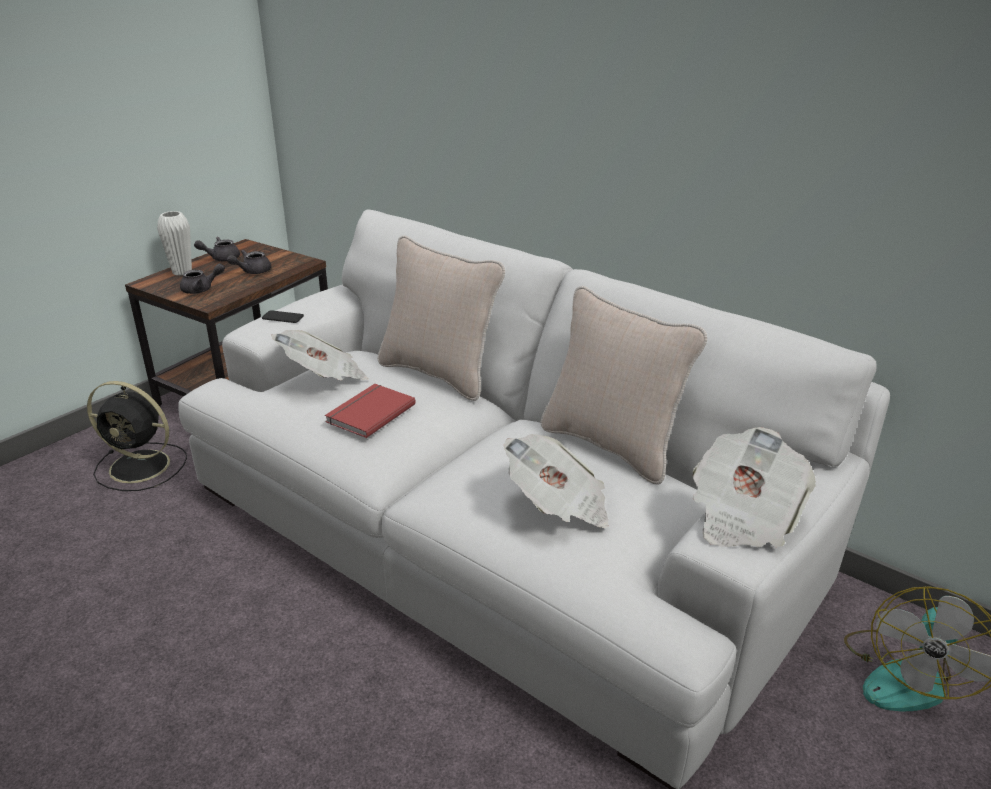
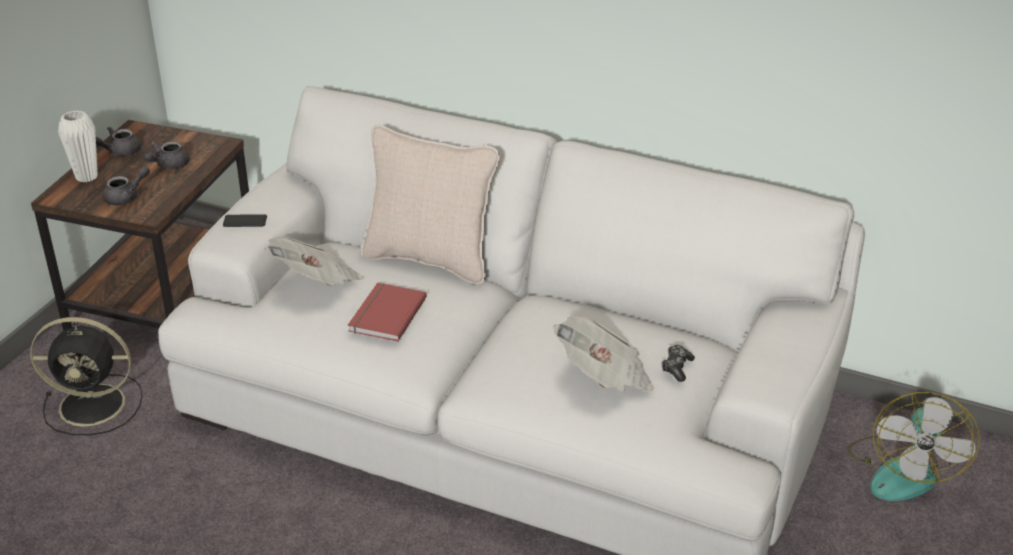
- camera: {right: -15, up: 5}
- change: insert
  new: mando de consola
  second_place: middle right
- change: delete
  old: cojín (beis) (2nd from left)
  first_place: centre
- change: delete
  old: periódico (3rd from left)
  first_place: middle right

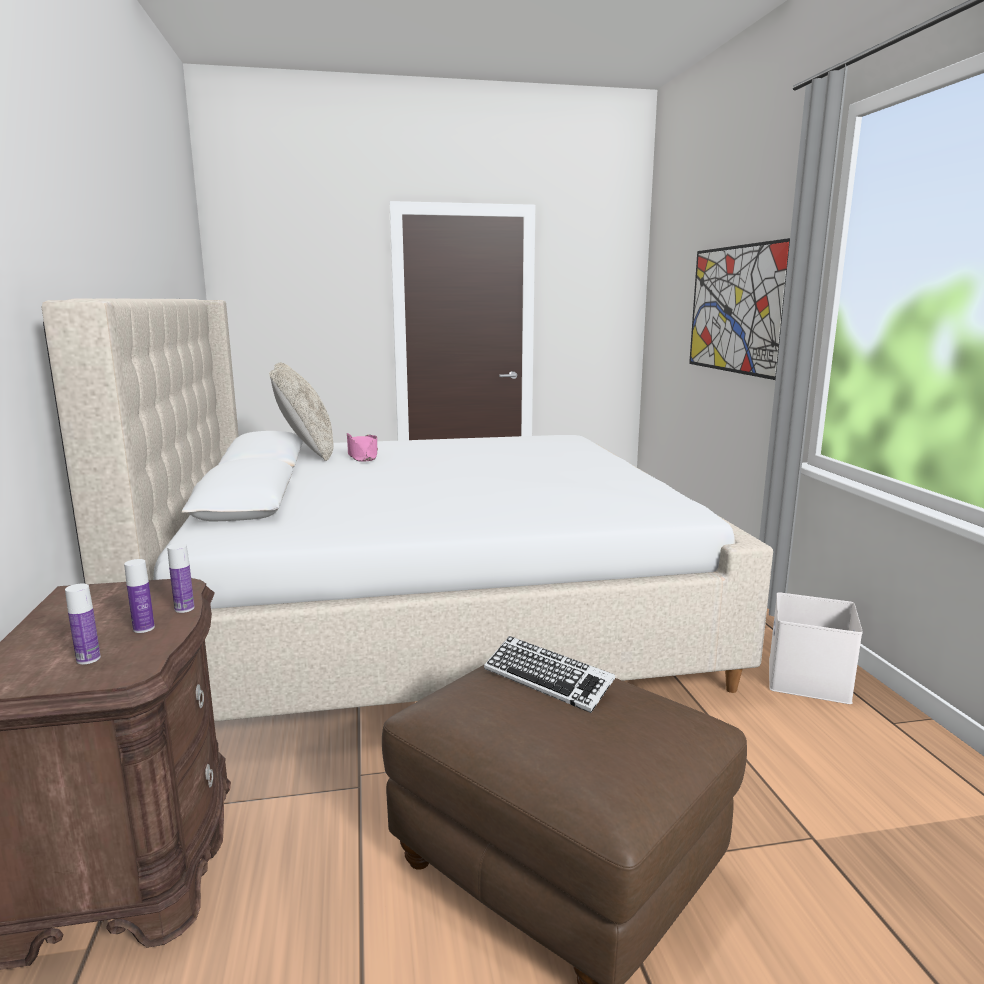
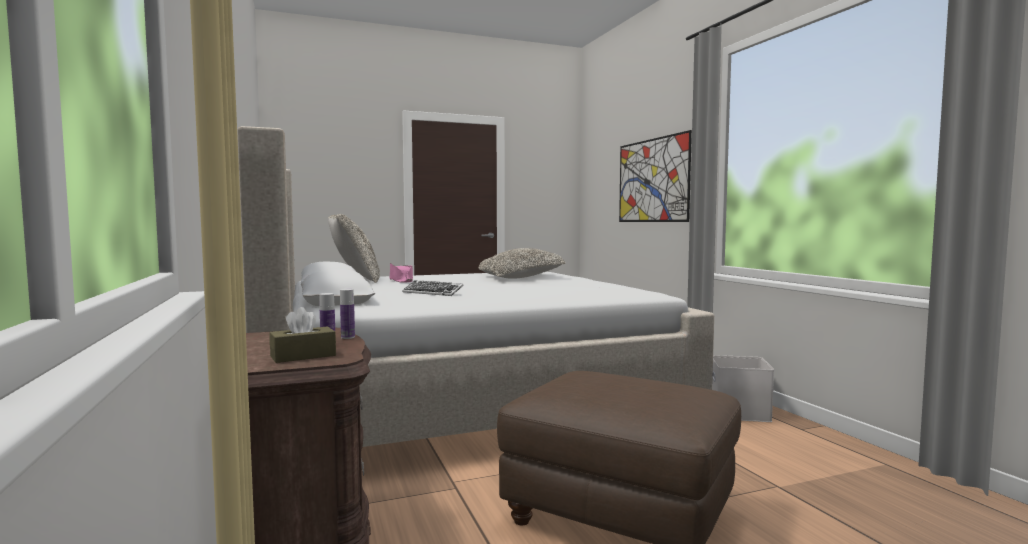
- camera: {right: -10, up: -10}
- change: replace
  old: botella (1st from left)
  new: caja de pañuelos (marrón)
  first_place: middle left
  second_place: middle left
- change: move
  old: teclado
  first_place: bottom centre
  second_place: centre
- change: insert
  new: cojín (beis) (2nd from left)
  second_place: centre

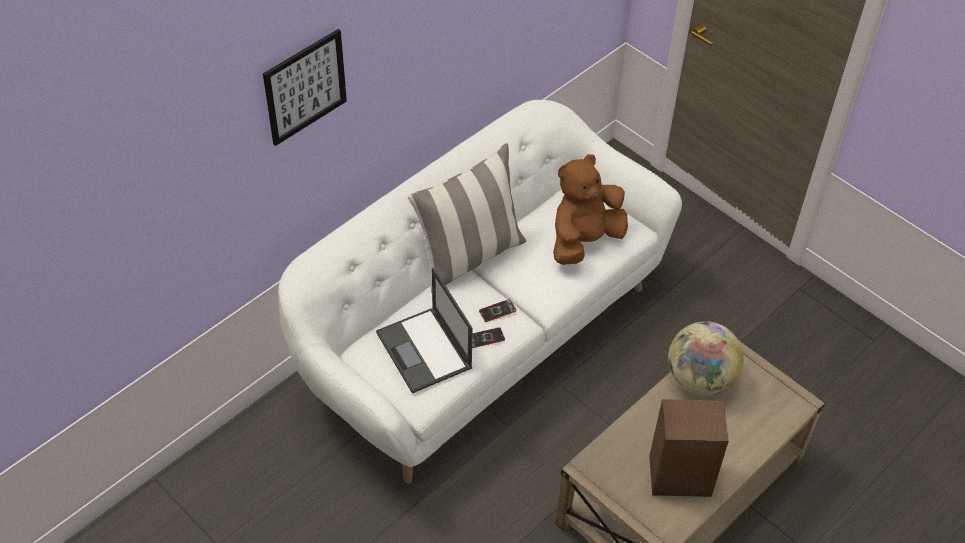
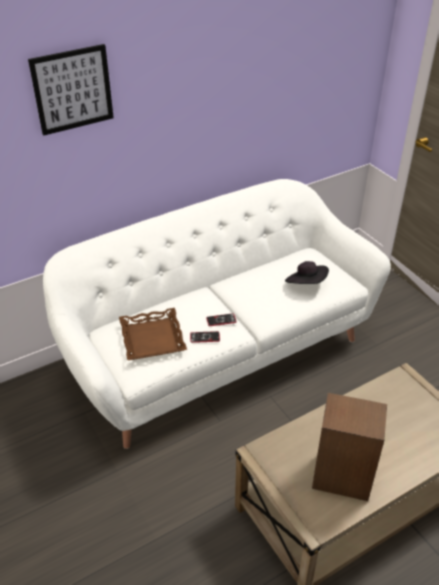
- camera: {right: 15, up: -10}
- change: replace
  old: portátil
  new: bandeja (marrón)
  first_place: centre
  second_place: centre
- change: replace
  old: peluche (marrón)
  new: sombrero (negro)
  first_place: centre
  second_place: middle right
- change: delete
  old: cojín
  first_place: centre
- change: delete
  old: globo terráqueo
  first_place: middle right

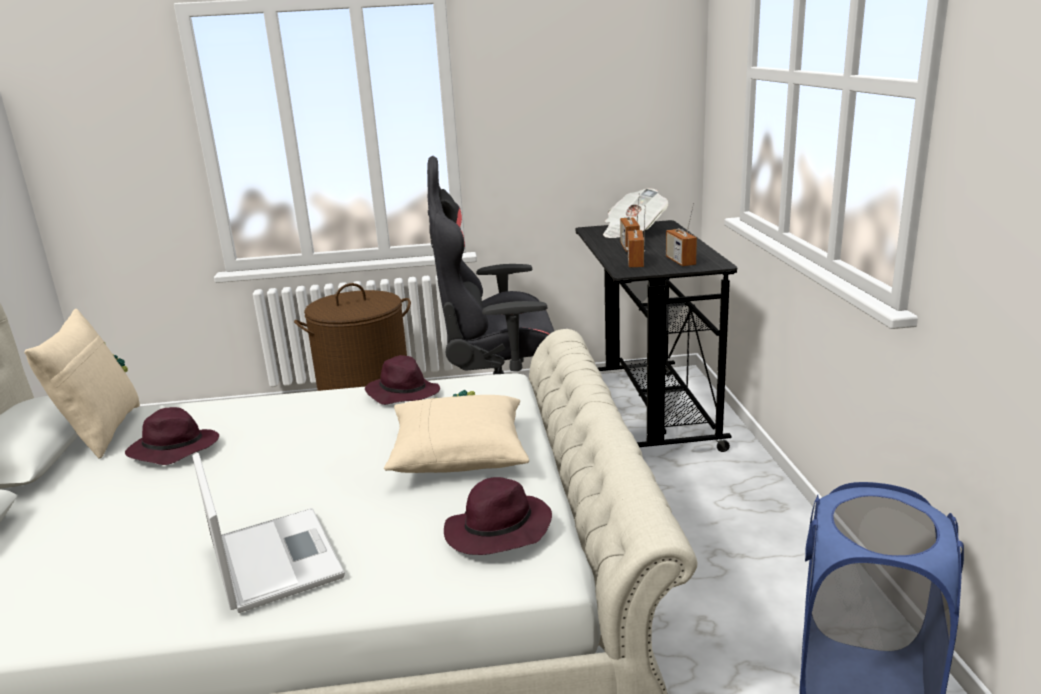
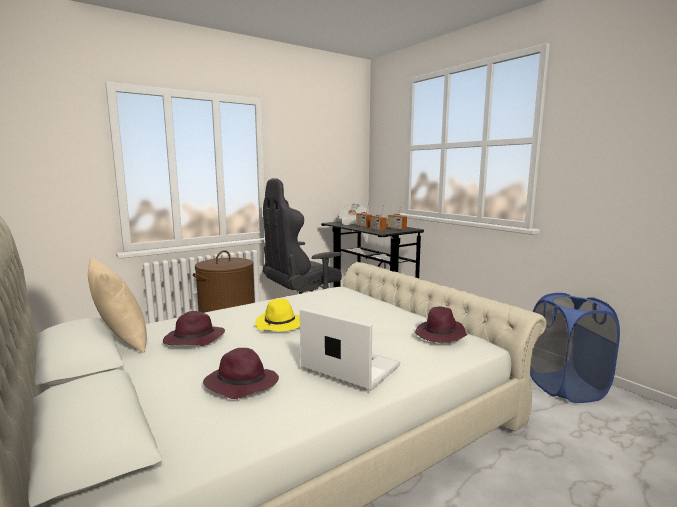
- camera: {right: -30, up: -10}
- change: move
  old: sombrero (morado) (2nd from left)
  first_place: centre
  second_place: bottom centre
- change: insert
  new: sombrero (amarillo)
  second_place: centre
- change: delete
  old: cojín (beis) (2nd from left)
  first_place: centre

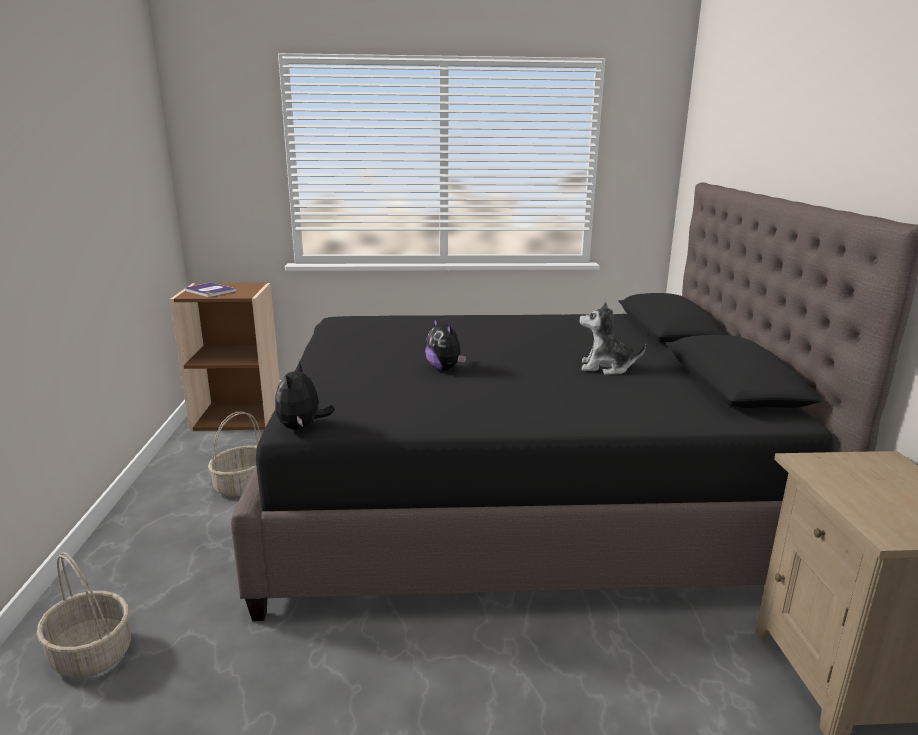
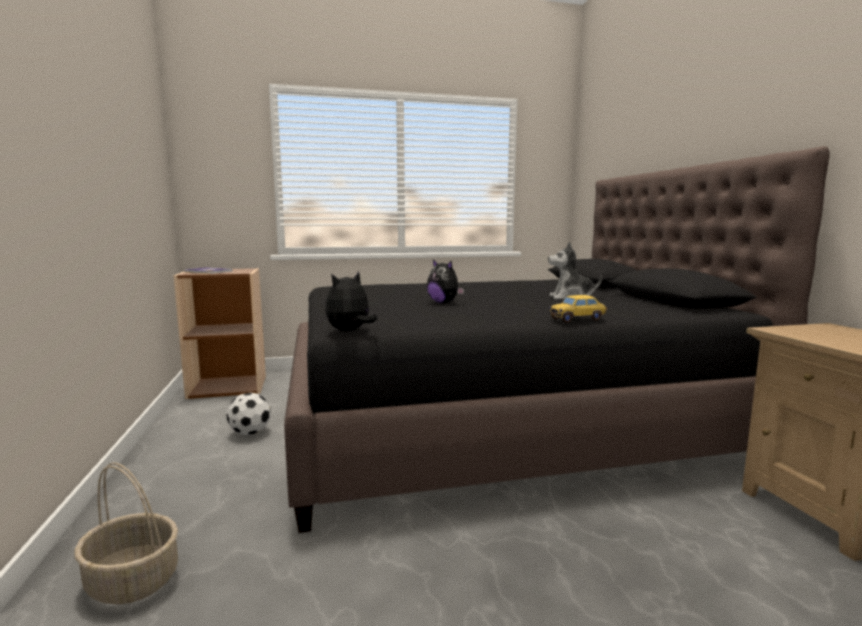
- camera: {right: -10, up: -10}
- change: replace
  old: cesta (2nd from left)
  new: balón de fútbol
  first_place: middle left
  second_place: middle left
- change: rotate
  old: peluche (1st from left)
  first_place: middle left
  second_place: centre
  degrees: 45
- change: insert
  new: coche de juguete
  second_place: middle right

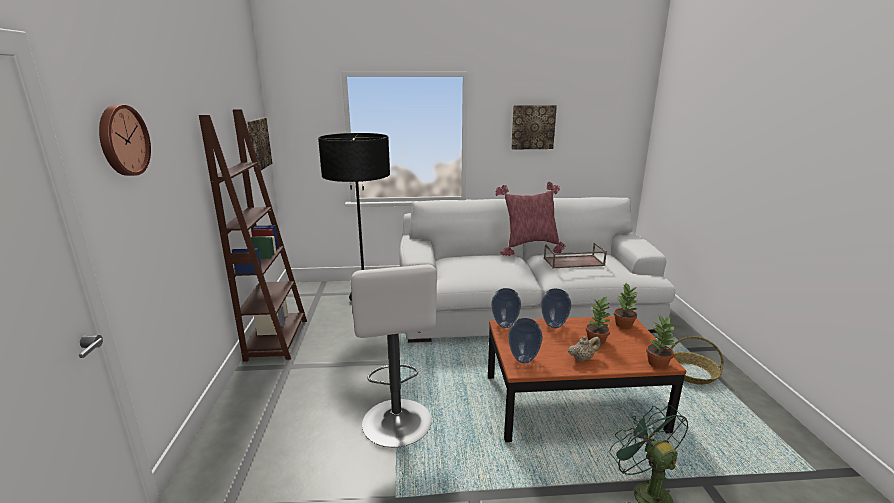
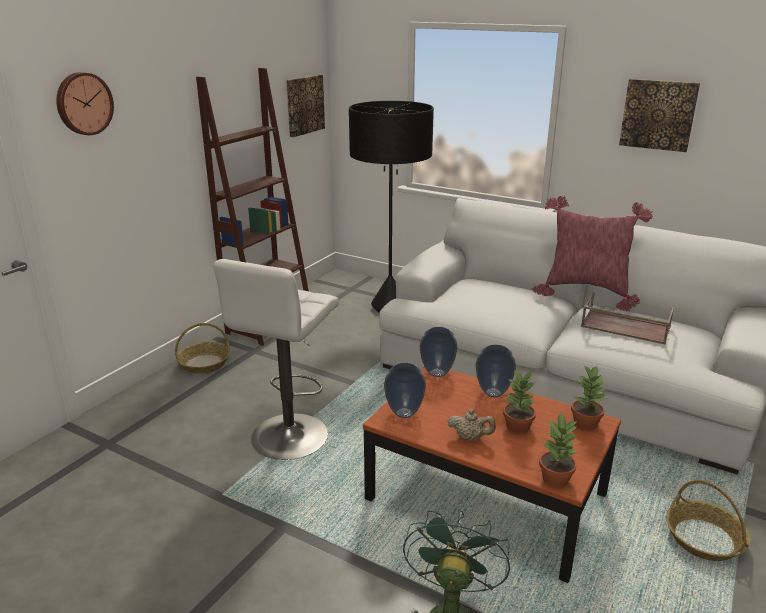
- camera: {right: 35, up: 5}
- change: insert
  new: cesta (1st from left)
  second_place: middle left

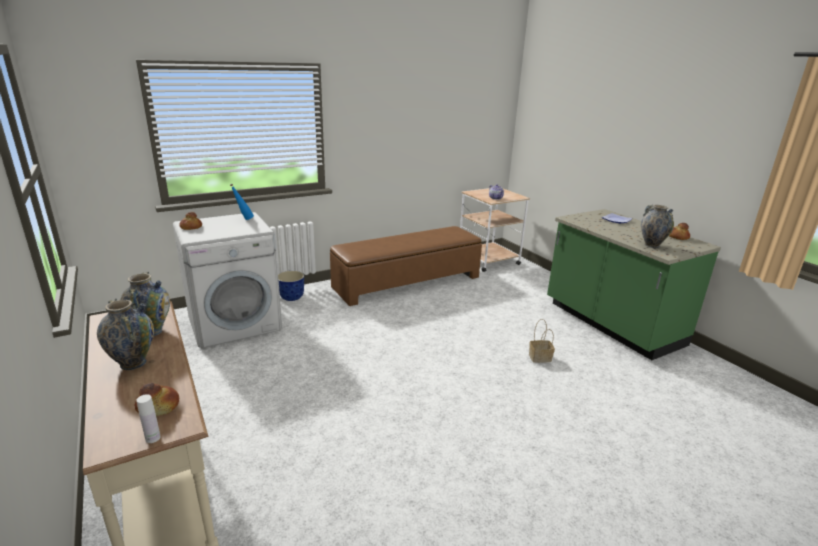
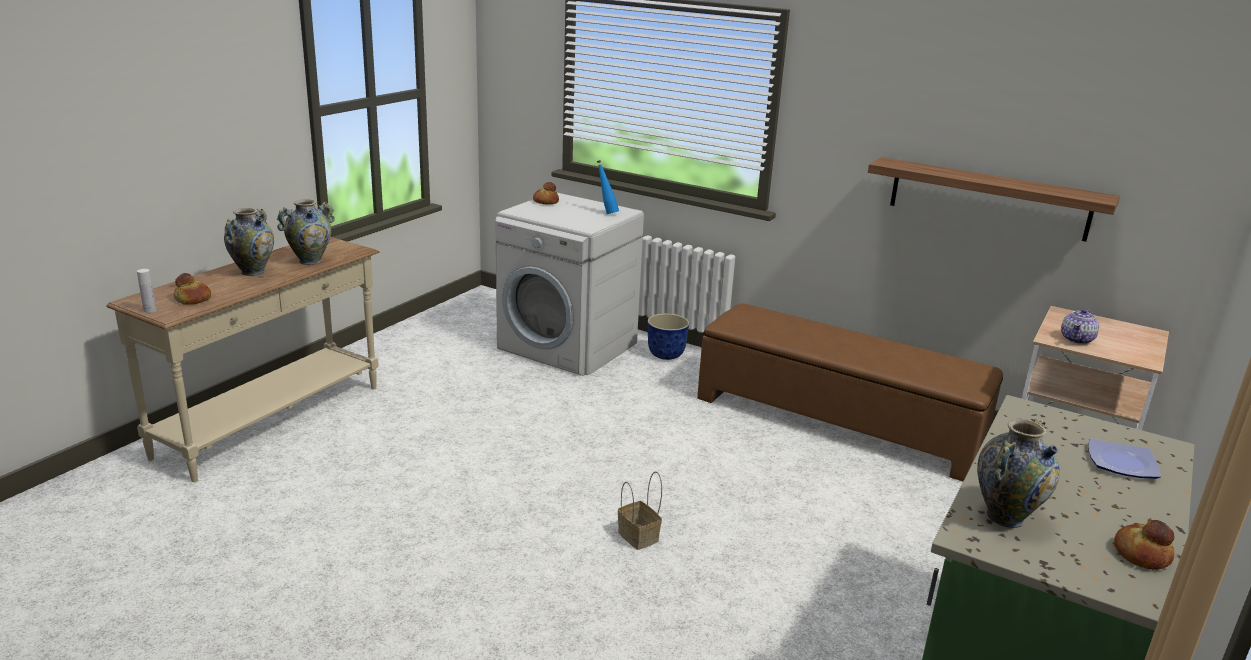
- camera: {right: 60, up: 0}
- change: move
  old: cesta
  first_place: centre
  second_place: bottom centre
- change: insert
  new: estante
  second_place: top right

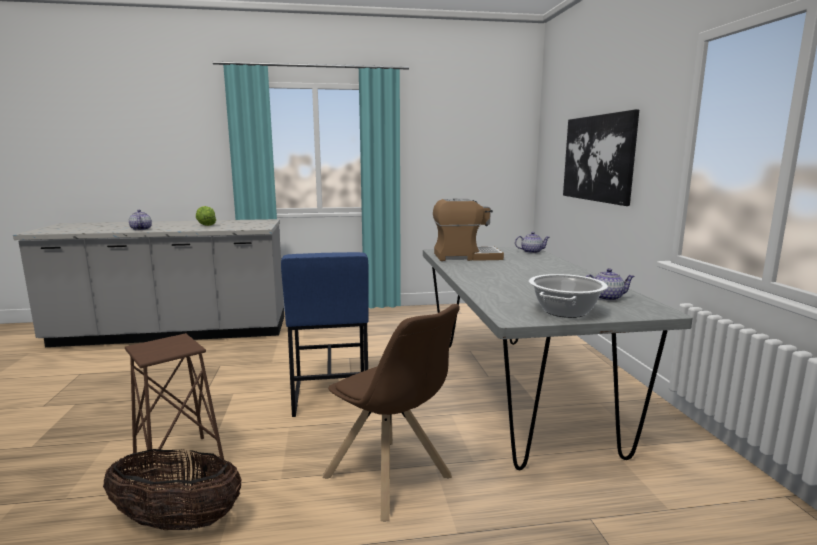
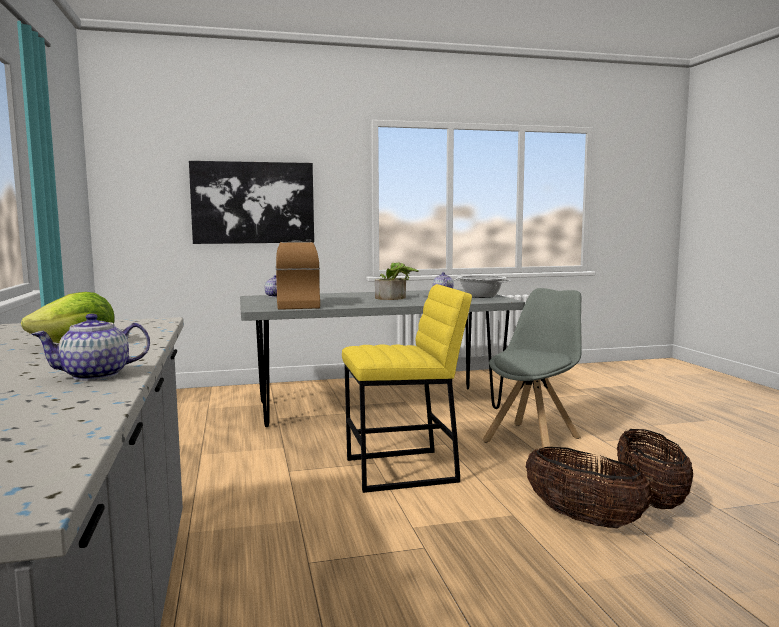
- camera: {right: -95, up: -5}
- change: recolor
  old: silla (azul)
  new: silla (amarillo)
  first_place: centre
  second_place: centre
- change: insert
  new: planta en maceta
  second_place: centre
- change: recolor
  old: silla (marrón)
  new: silla (gris)
  first_place: bottom centre
  second_place: middle right
- change: replace
  old: taburete (marrón)
  new: cesta (1st from left)
  first_place: bottom left
  second_place: bottom right

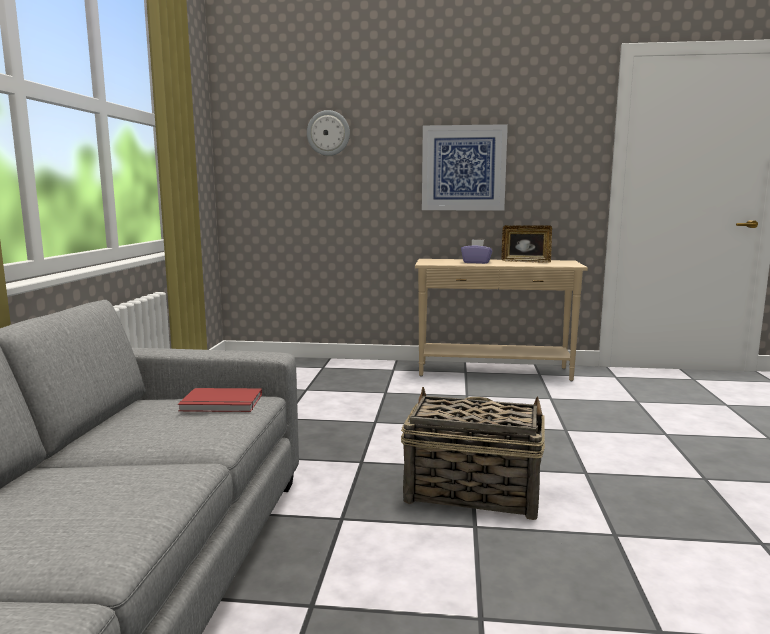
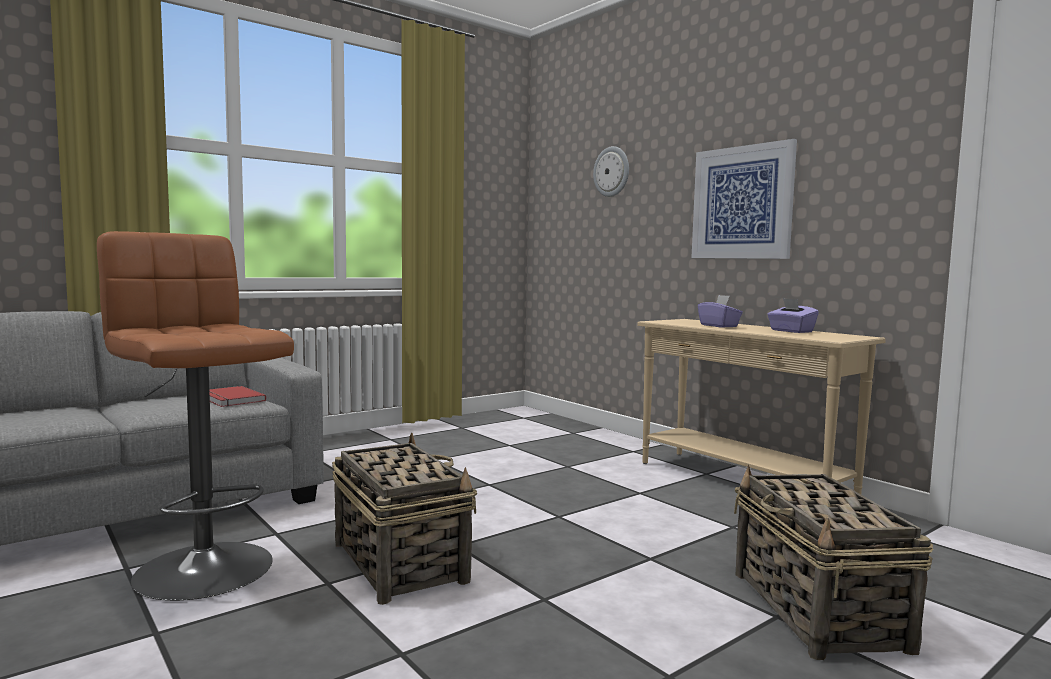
- camera: {right: 45, up: -5}
- change: insert
  new: taburete (marrón)
  second_place: middle left
- change: insert
  new: cesta (2nd from left)
  second_place: bottom right
- change: replace
  old: portarretratos
  new: caja de pañuelos (morado) (2nd from left)
  first_place: middle right
  second_place: middle right

